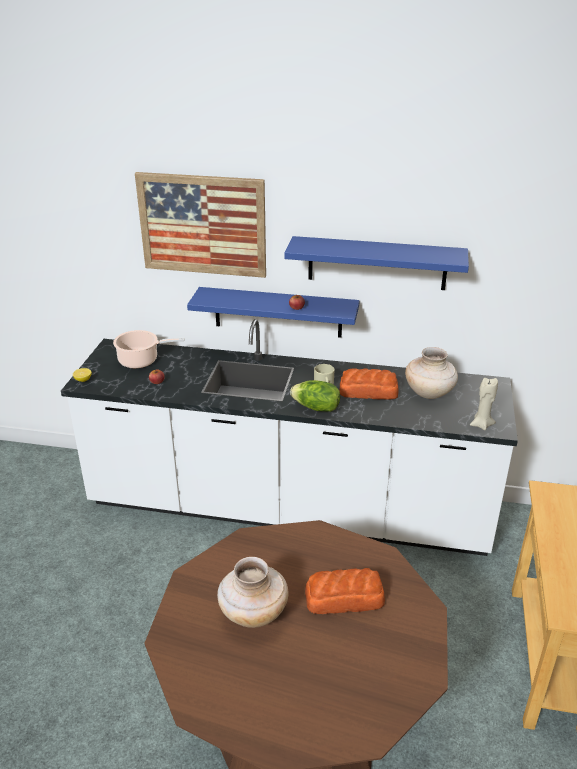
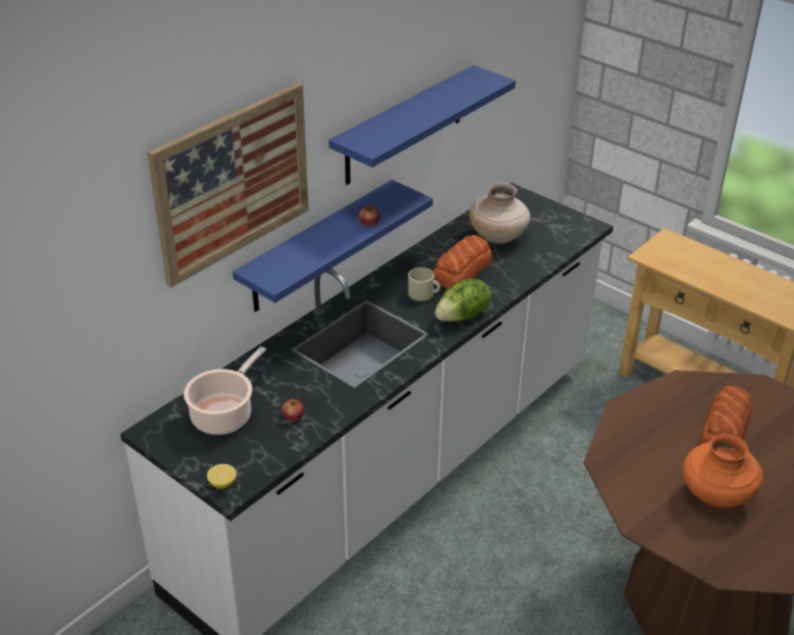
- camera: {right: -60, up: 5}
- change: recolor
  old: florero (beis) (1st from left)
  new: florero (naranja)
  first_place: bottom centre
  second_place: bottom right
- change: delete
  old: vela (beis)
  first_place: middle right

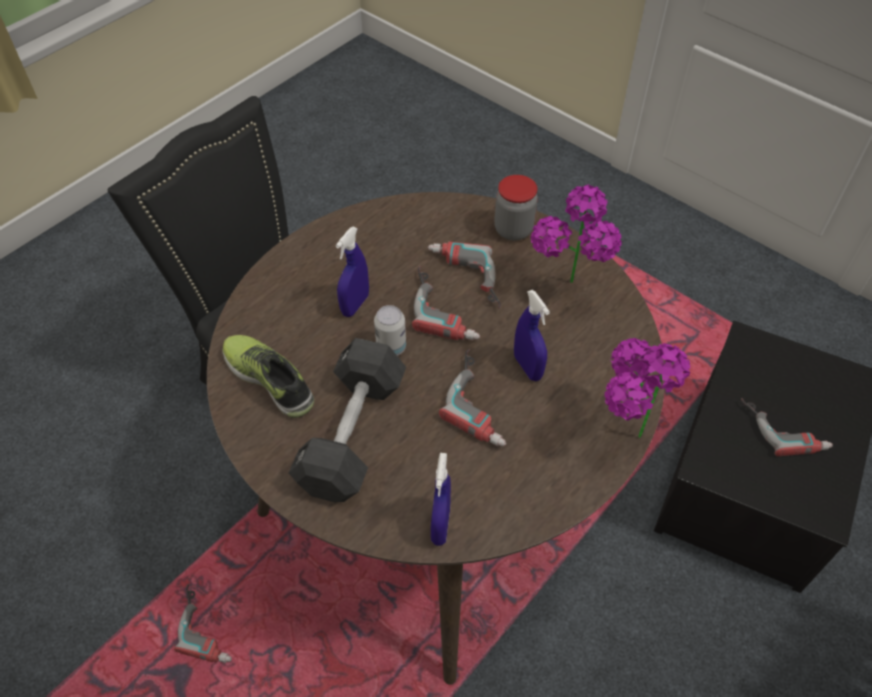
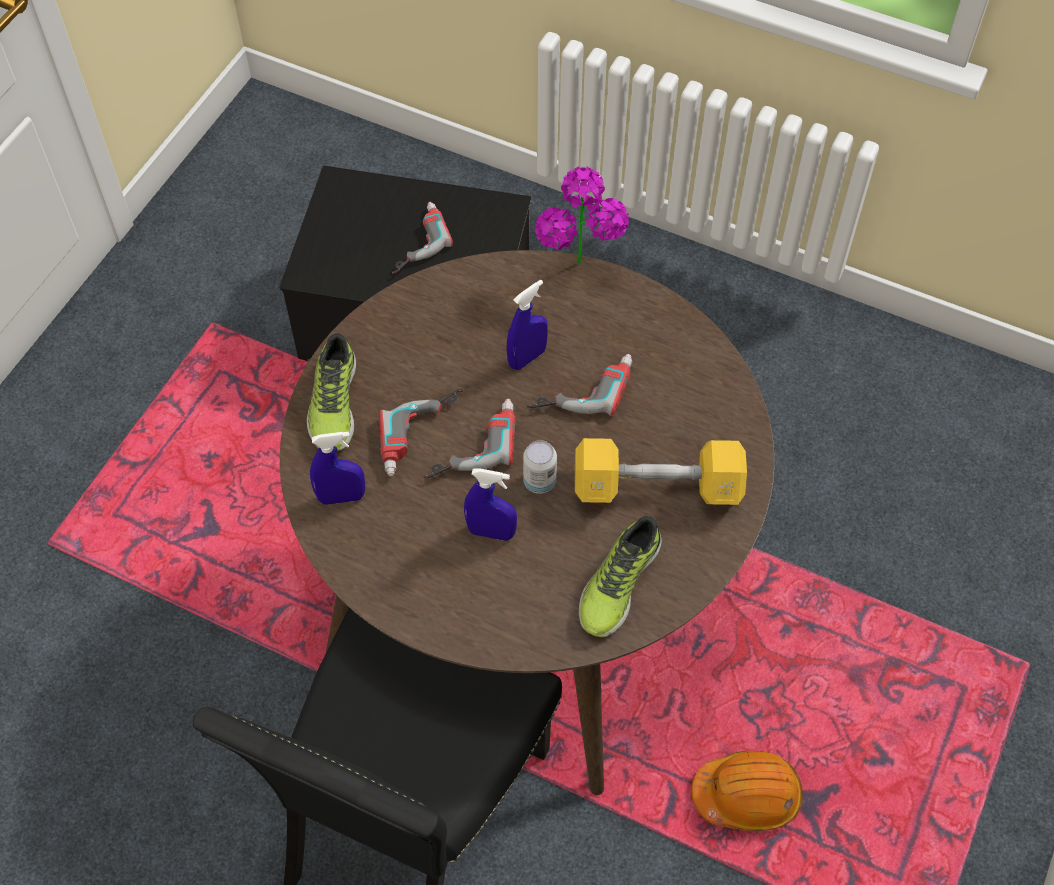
- camera: {right: -105, up: 5}
- change: replace
  old: tarro
  new: zapato (1st from left)
  first_place: top centre
  second_place: middle left
- change: move
  old: pulverizador (azul) (2nd from left in the first image)
  new: pulverizador (azul) (1st from left)
  first_place: bottom centre
  second_place: middle left
- change: recolor
  old: mancuerna (negro)
  new: mancuerna (amarillo)
  first_place: centre
  second_place: centre
- change: replace
  old: taladro (1st from left)
  new: casco (naranja)
  first_place: bottom left
  second_place: bottom right
- change: delete
  old: planta en maceta (1st from left)
  first_place: centre

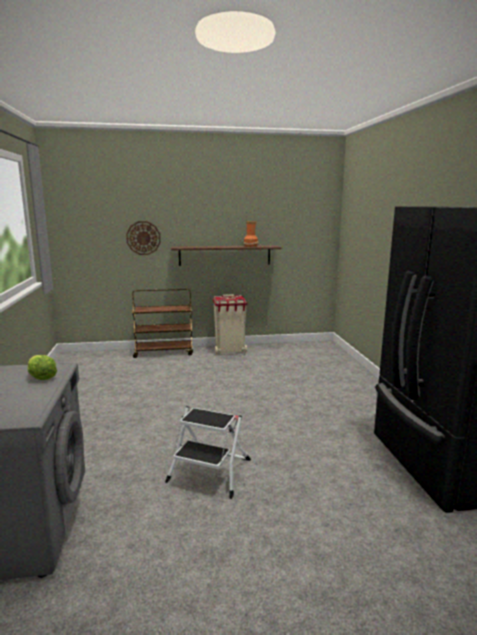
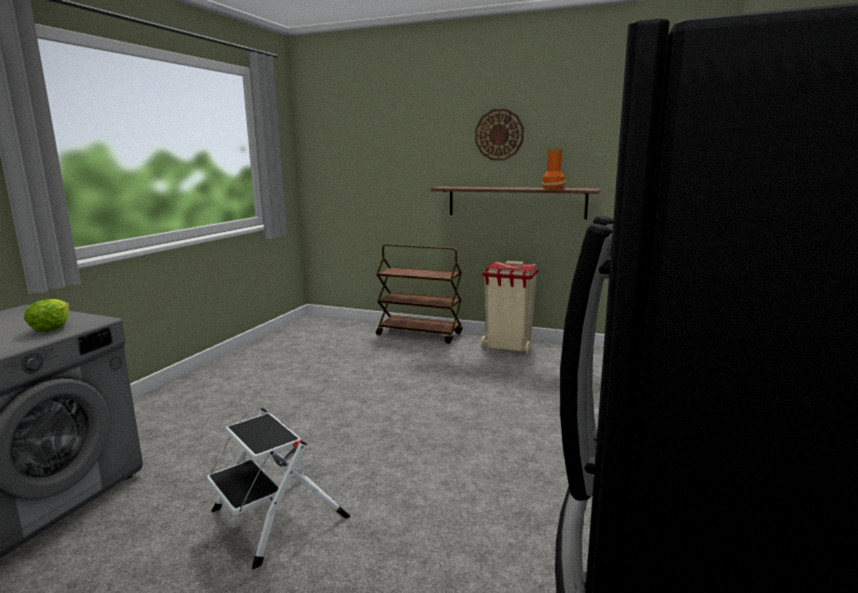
- camera: {right: 30, up: 0}
- change: move
  old: reloj de pared
  first_place: middle left
  second_place: top centre

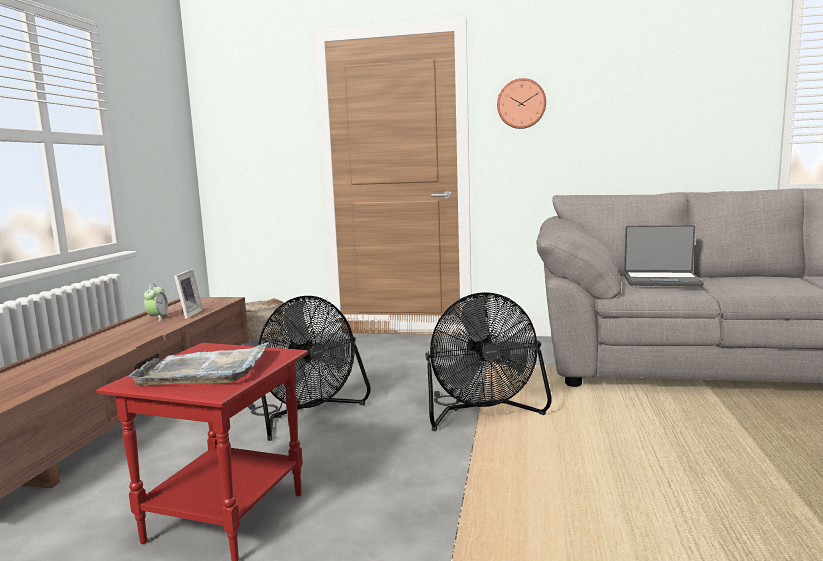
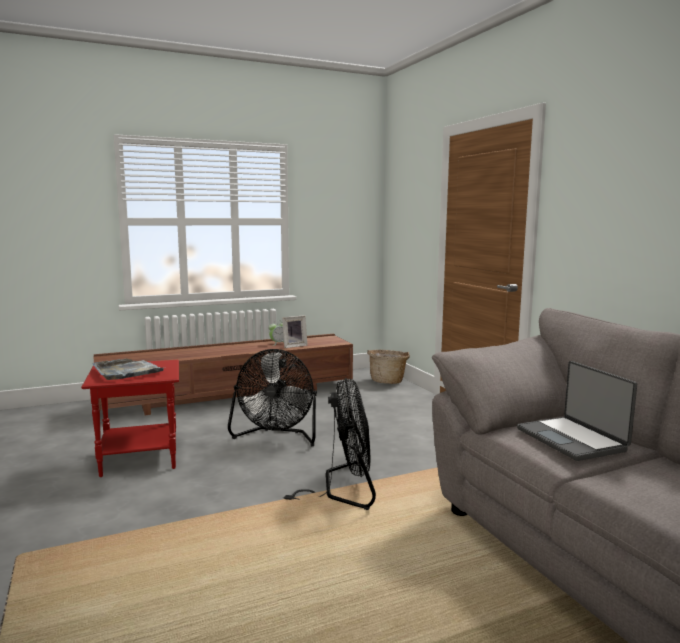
- camera: {right: 55, up: 0}
- change: rotate
  old: ventilador (negro) (2nd from left)
  first_place: centre
  second_place: bottom centre
  degrees: -135
- change: delete
  old: reloj de pared
  first_place: top centre

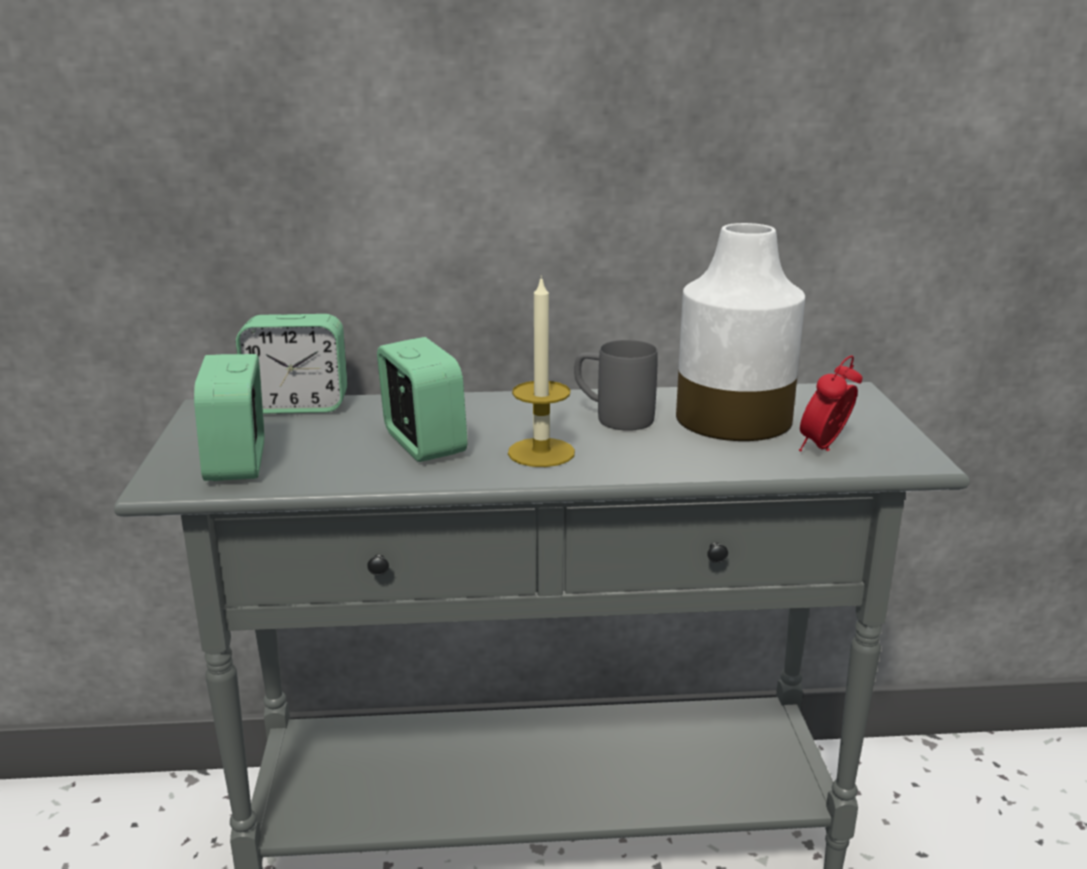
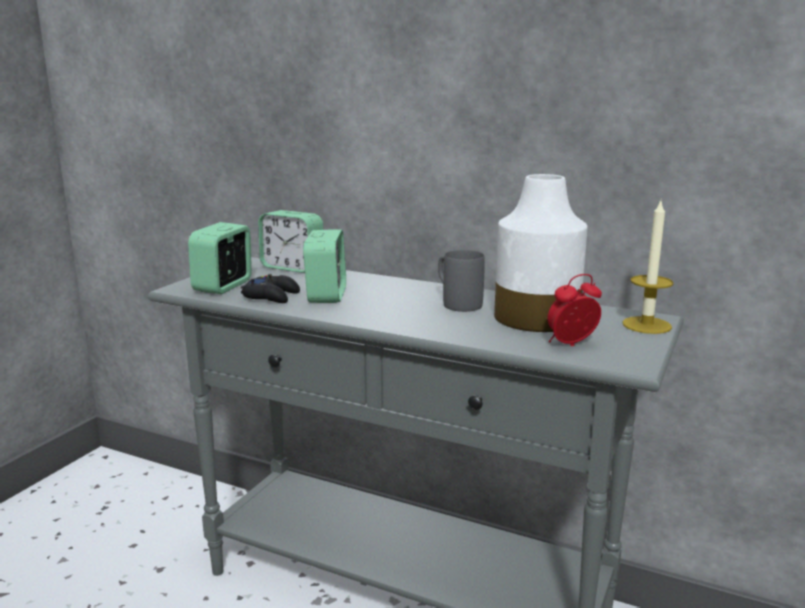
- camera: {right: 30, up: -5}
- change: insert
  new: mando de consola (negro)
  second_place: centre
- change: move
  old: vela
  first_place: centre
  second_place: middle right

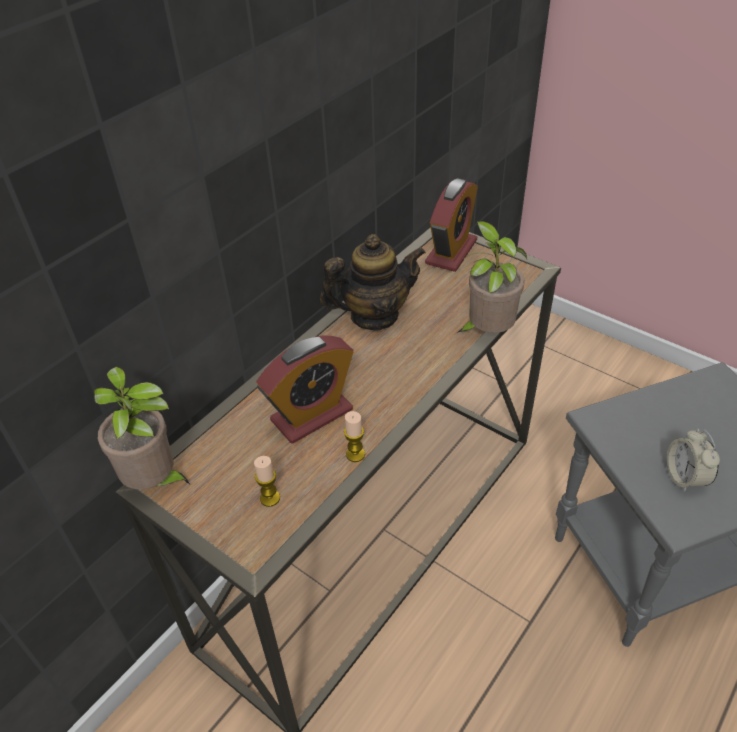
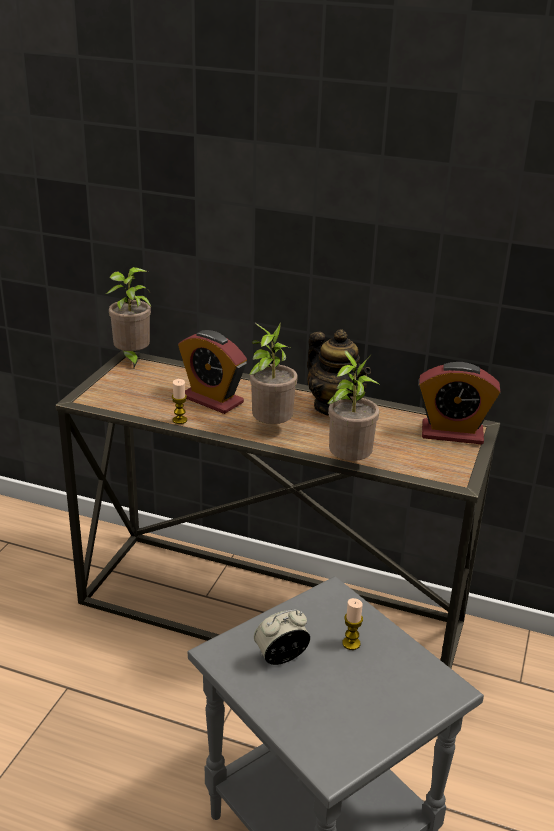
- camera: {right: 70, up: -15}
- change: insert
  new: planta en maceta (2nd from left)
  second_place: centre
- change: move
  old: vela (1st from left in the first image)
  new: vela (2nd from left)
  first_place: centre
  second_place: bottom centre

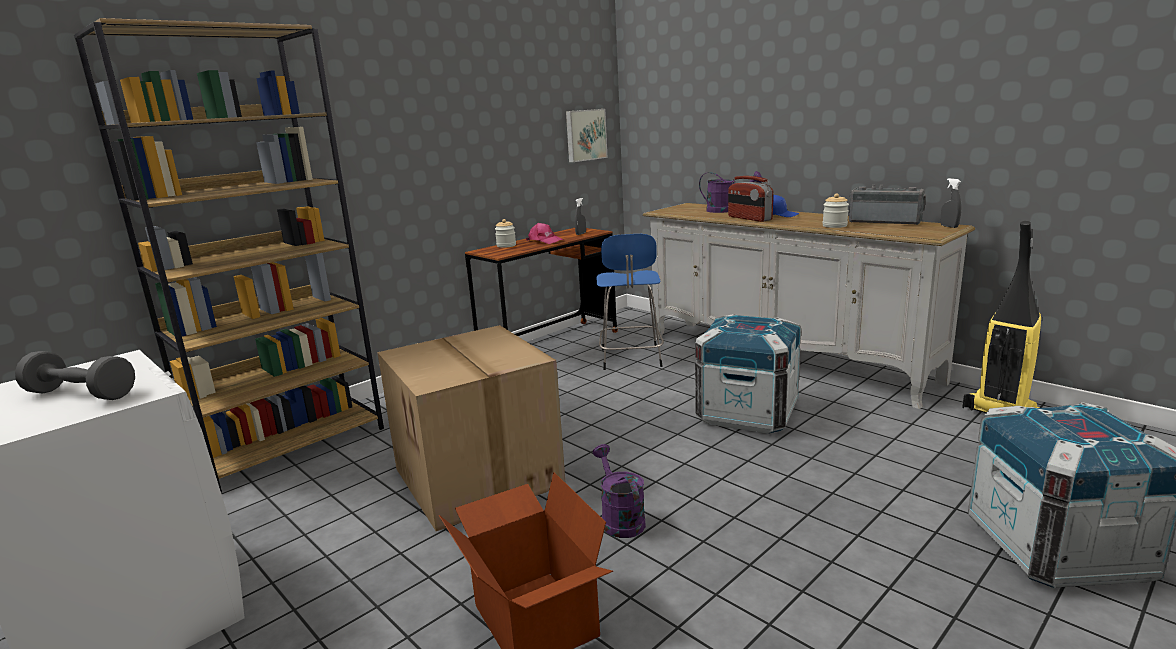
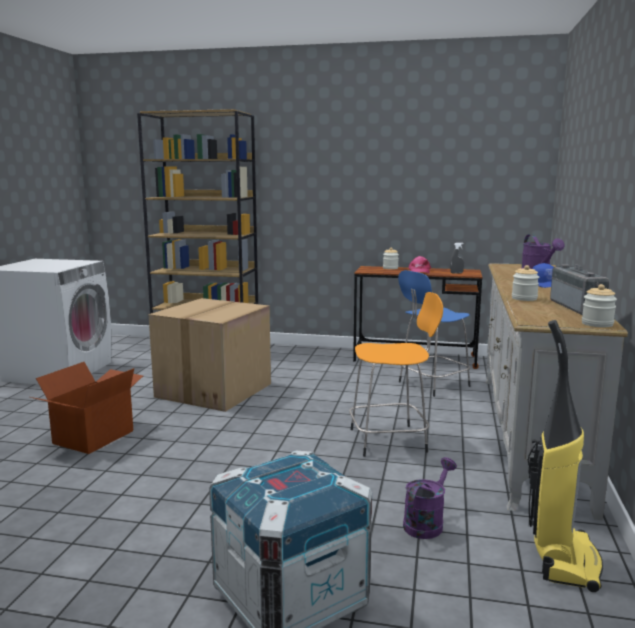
- camera: {right: 55, up: -5}
- change: replace
  old: caja de embalaje (1st from left)
  new: taburete (naranja)
  first_place: centre
  second_place: centre
- change: move
  old: regadera (morado) (1st from left)
  first_place: bottom centre
  second_place: bottom right
- change: replace
  old: pulverizador (gris) (2nd from left)
  new: tarro (3rd from left)
  first_place: top right
  second_place: middle right
- change: delete
  old: mancuerna (gris)
  first_place: middle left
- change: delete
  old: cuadro
  first_place: top centre
- change: delete
  old: radio (1st from left)
  first_place: top centre

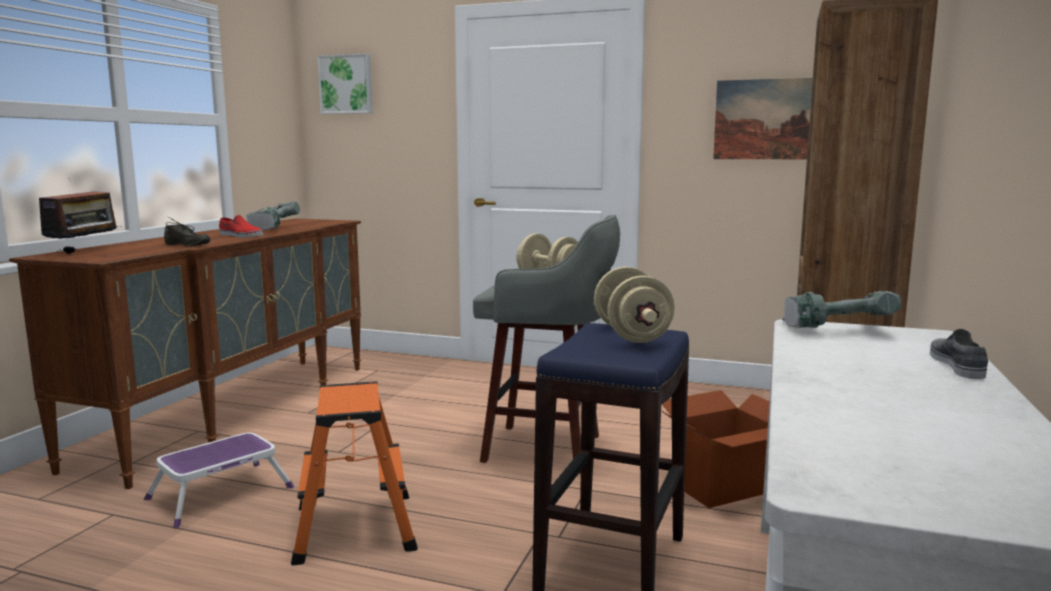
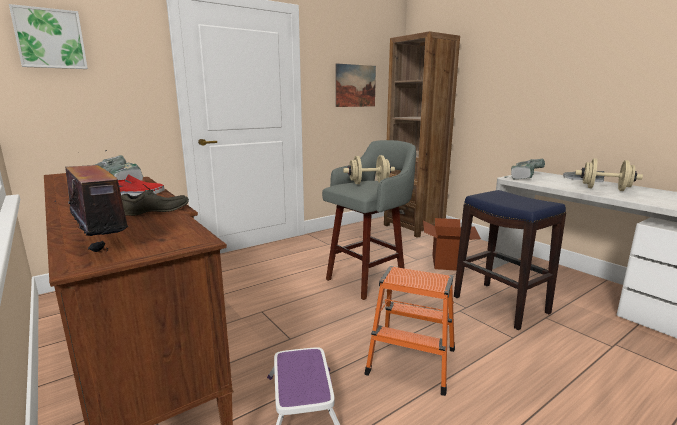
- camera: {right: -55, up: 5}
- change: move
  old: mancuerna (beis) (2nd from left)
  first_place: centre
  second_place: middle right

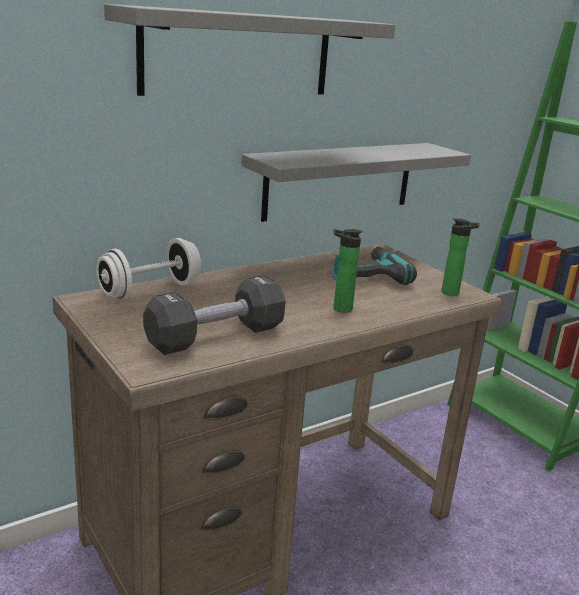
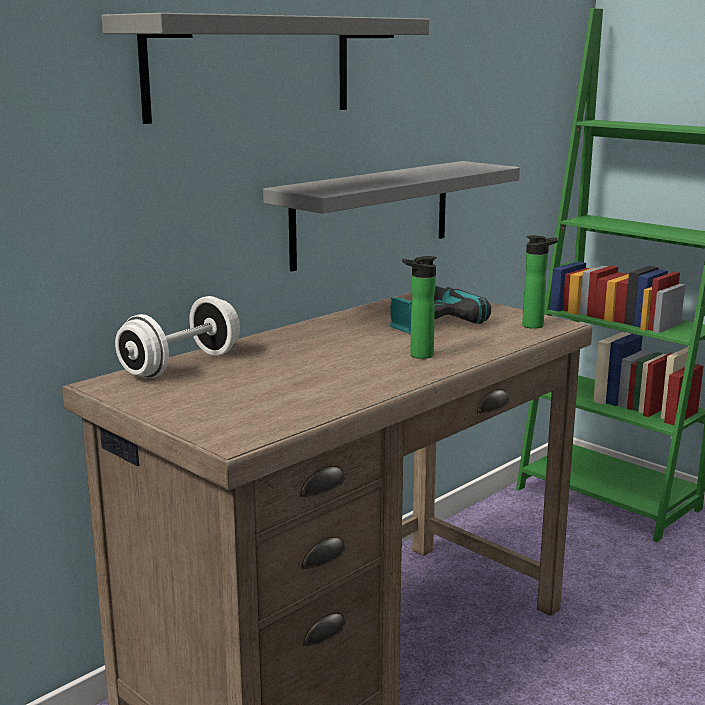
- camera: {right: -10, up: -5}
- change: delete
  old: mancuerna (negro)
  first_place: centre

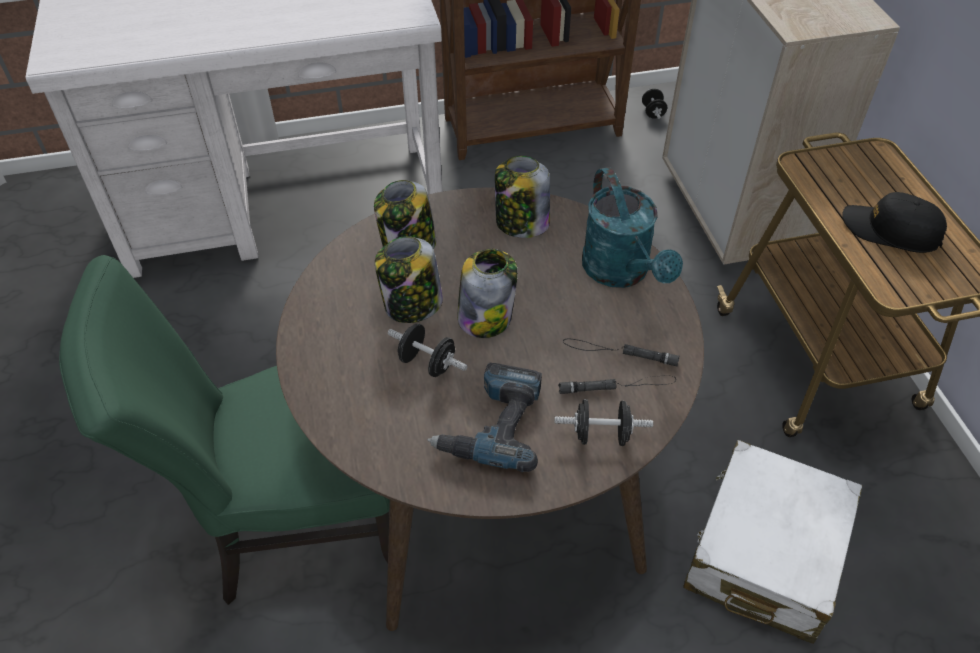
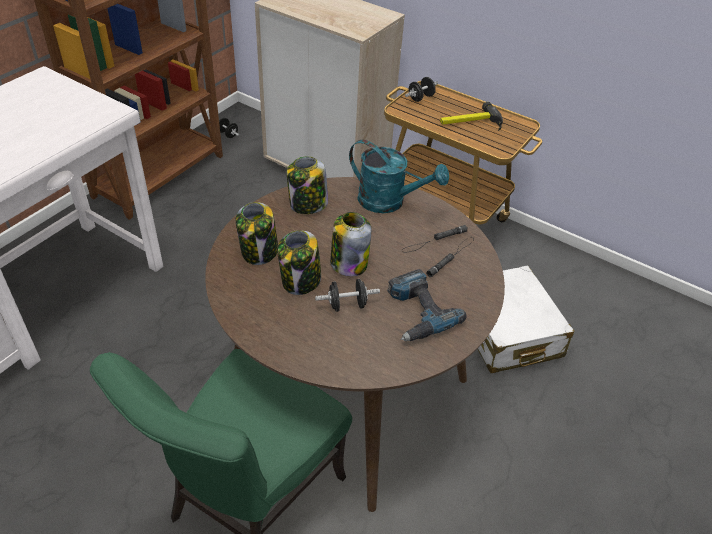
- camera: {right: -45, up: -5}
- change: move
  old: mancuerna (negro) (2nd from left in the first image)
  new: mancuerna (negro) (3rd from left)
  first_place: centre
  second_place: top centre
- change: replace
  old: gorra (negro)
  new: martillo
  first_place: middle right
  second_place: top centre

